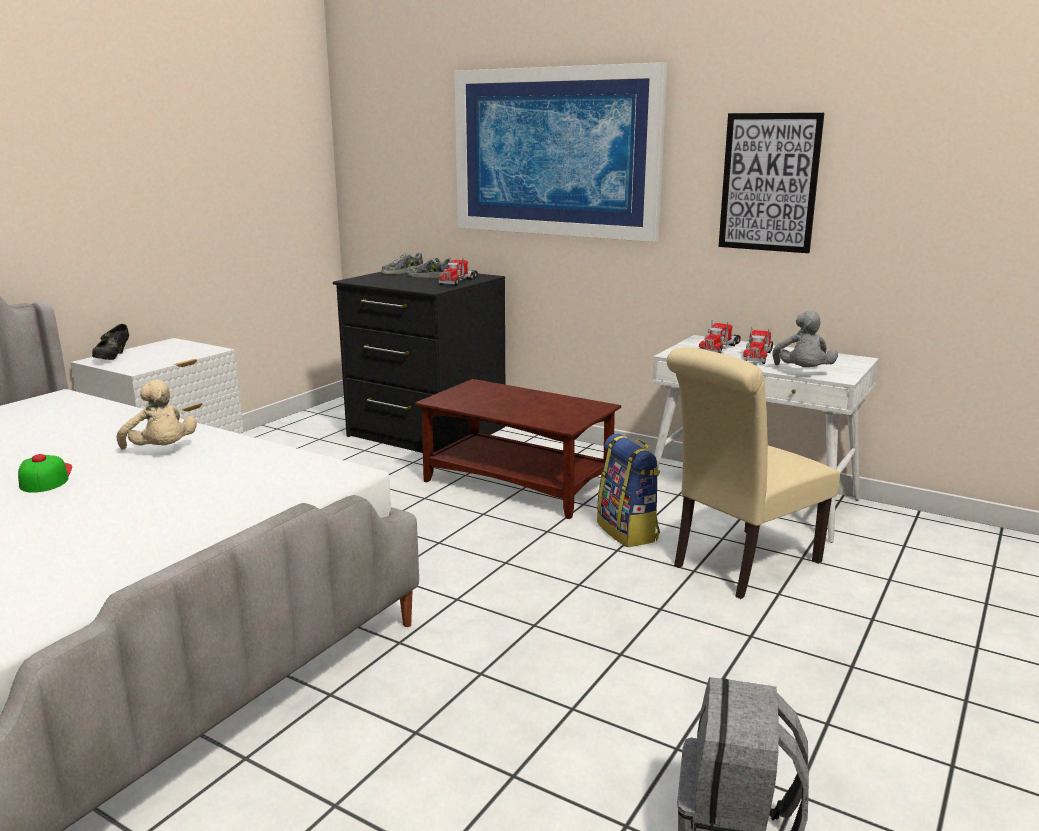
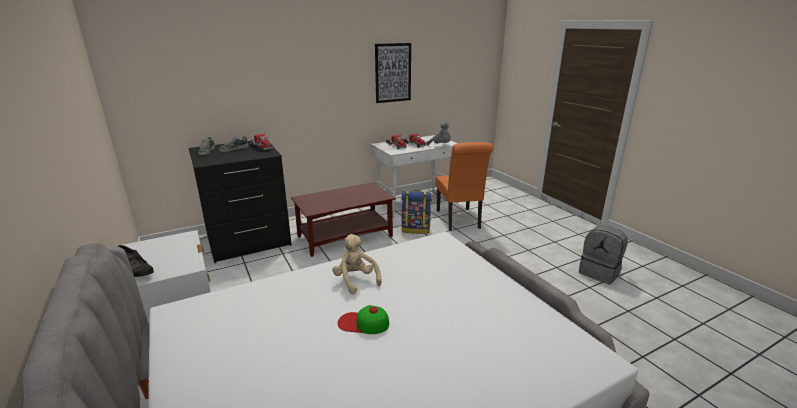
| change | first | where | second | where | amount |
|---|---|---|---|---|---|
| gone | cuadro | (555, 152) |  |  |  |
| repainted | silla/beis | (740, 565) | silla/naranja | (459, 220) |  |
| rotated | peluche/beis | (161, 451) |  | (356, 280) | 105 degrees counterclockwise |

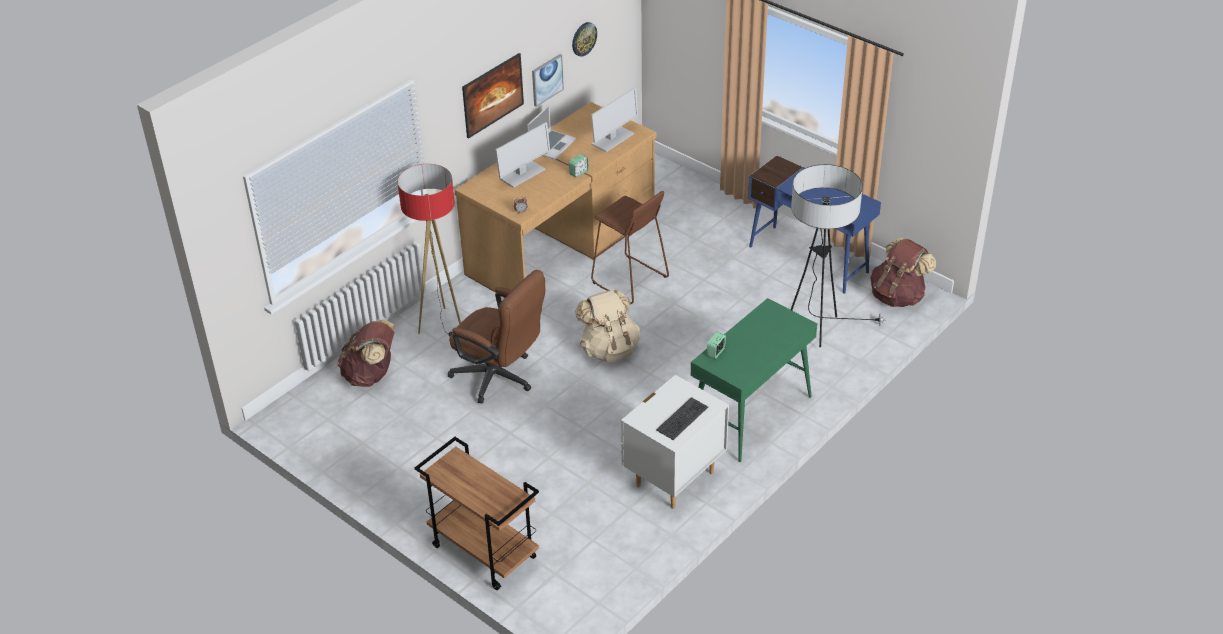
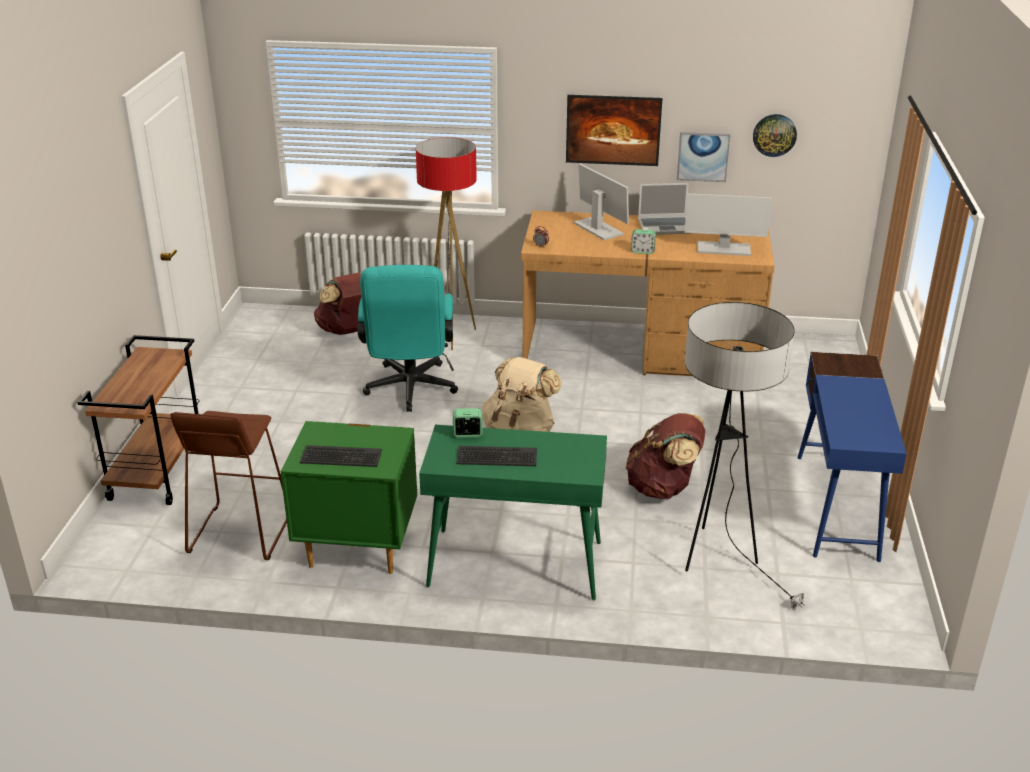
| change | first | where | second | where | amount |
|---|---|---|---|---|---|
| rotated | monitor | (522, 174) |  | (598, 229) | 135 degrees counterclockwise |
| shifted | taburete/marrón | (629, 280) |  | (239, 533) |  |
| shifted | mochila/marrón | (898, 296) |  | (663, 488) |  |
| repainted | silla de oficina/marrón | (500, 378) | silla de oficina/turquesa | (410, 391) |  |
| repainted | mesita de noche/blanco | (674, 479) | mesita de noche/verde | (357, 550) |  |
| new |  |  | teclado | (496, 457) |  |

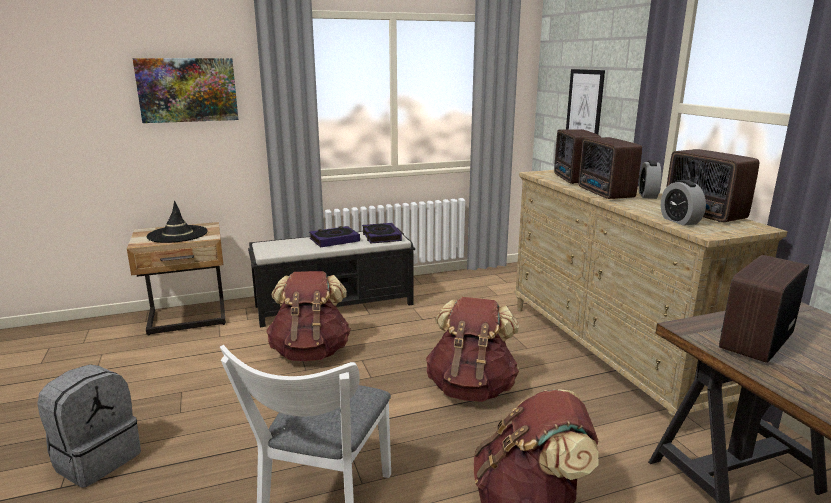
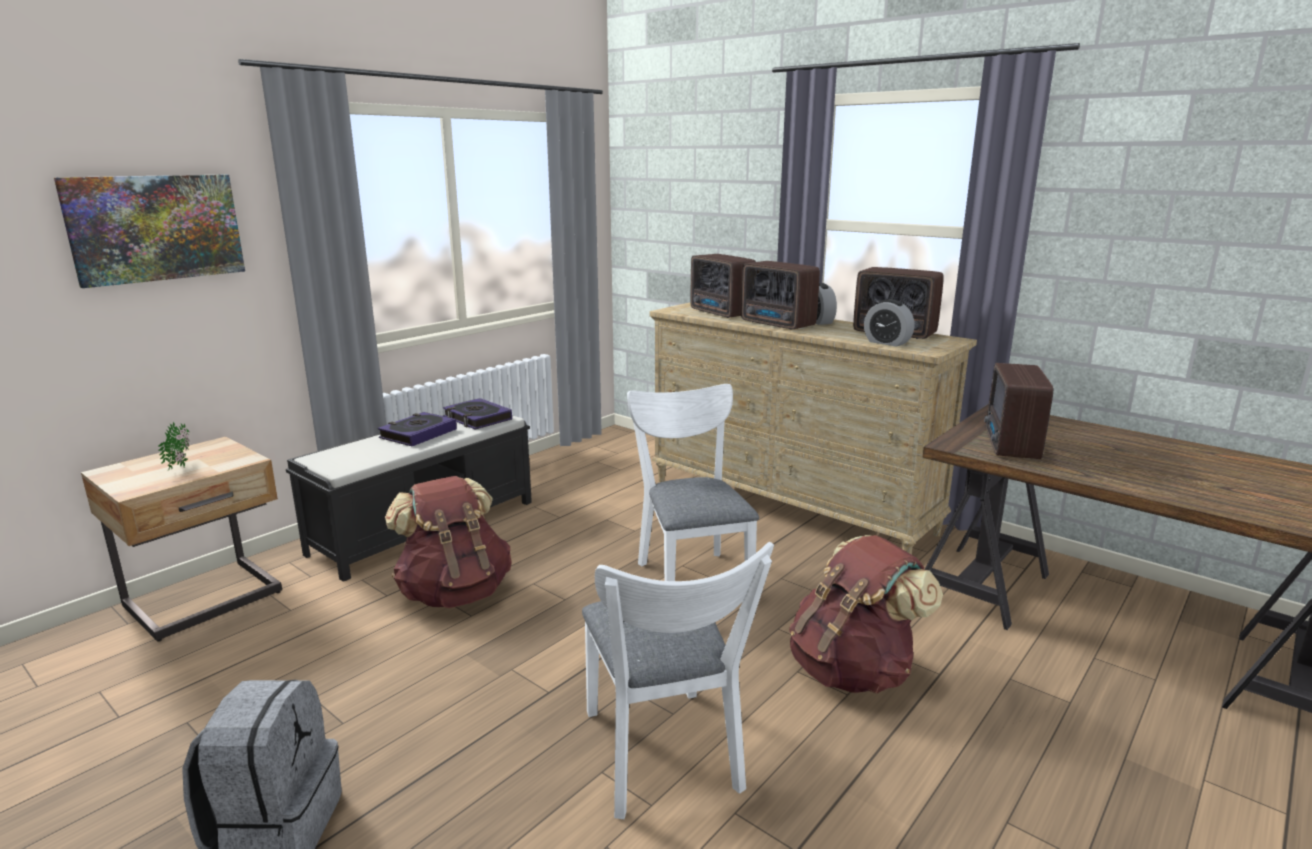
| change | first | where | second | where | amount |
|---|---|---|---|---|---|
| gone | cuadro | (584, 108) |  |  |  |
| swapped | sombrero/negro | (177, 234) | planta en maceta | (182, 465) |  |
| swapped | mochila/marrón | (471, 388) | silla/blanco | (691, 578) |  |

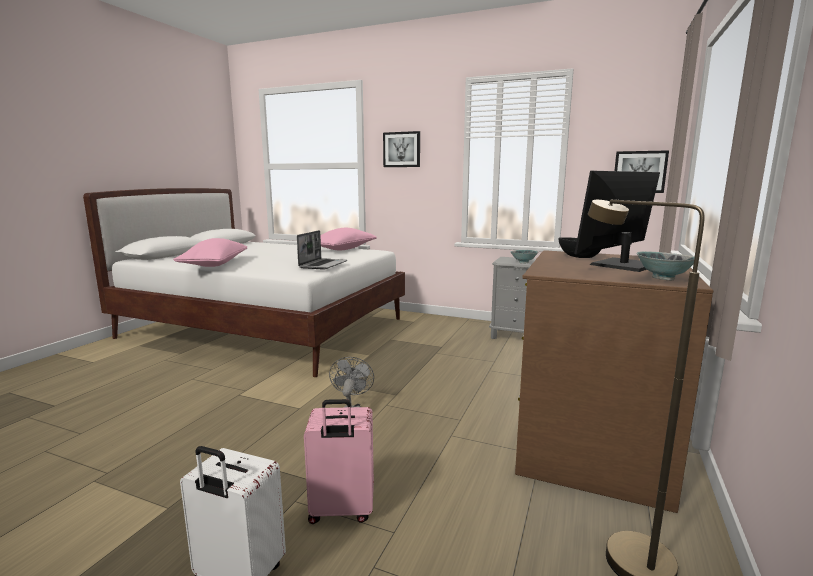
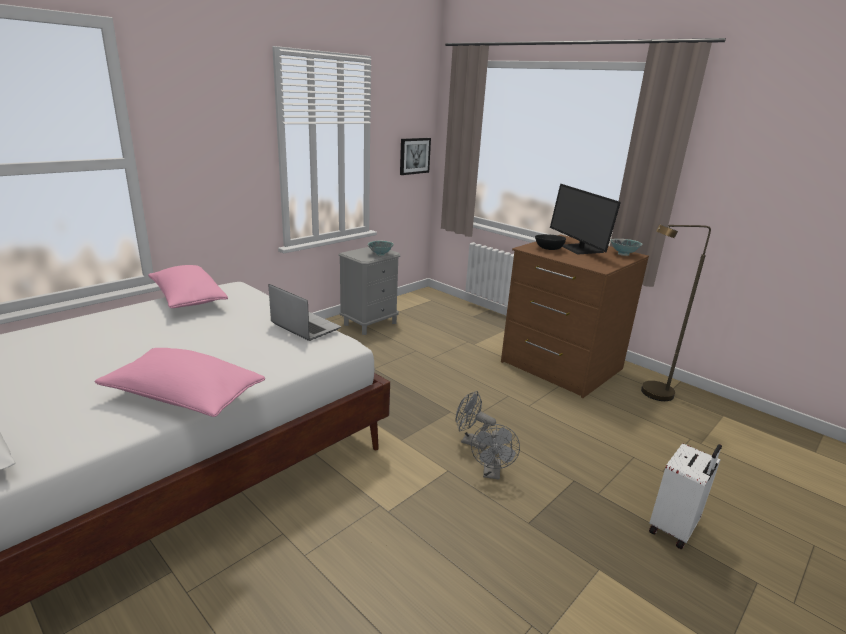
| change | first | where | second | where | amount |
|---|---|---|---|---|---|
| gone | cuadro | (402, 149) |  |  |  |
| gone | maleta/rosa | (341, 511) |  |  |  |
| new |  |  | ventilador/gris | (492, 473) |  |

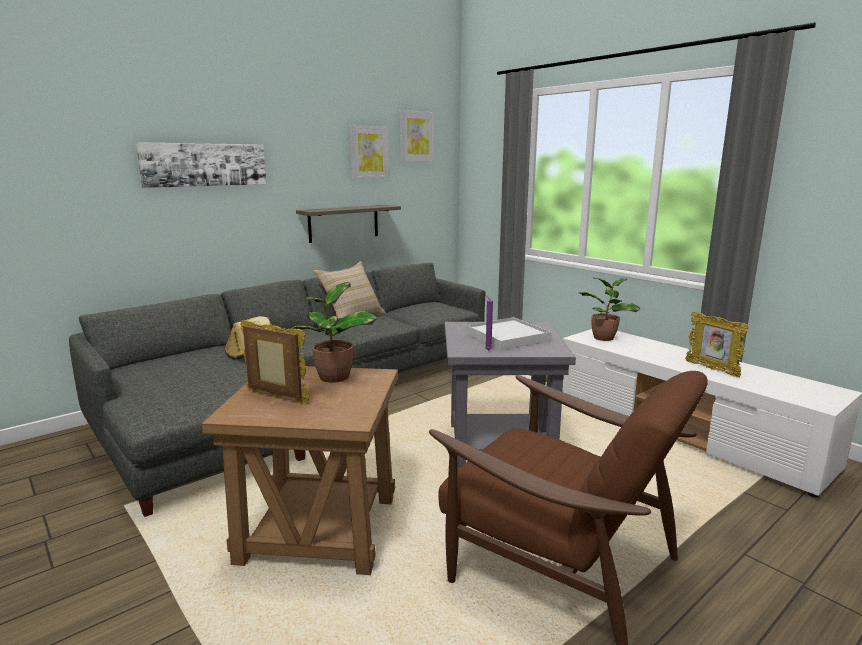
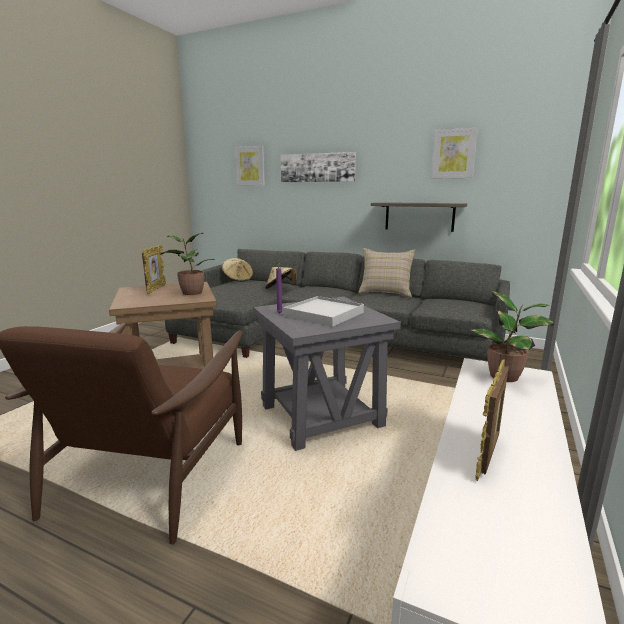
| change | first | where | second | where | amount |
|---|---|---|---|---|---|
| shifted | cuadro | (416, 136) |  | (250, 166) |  |
| new |  |  | sombrero/beis | (238, 279) |  |

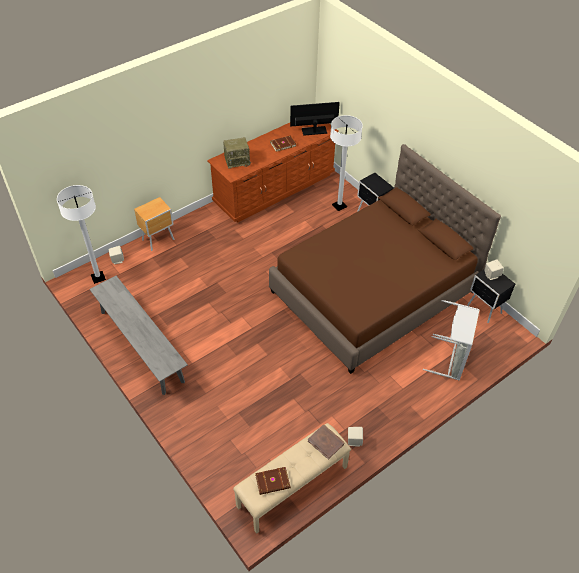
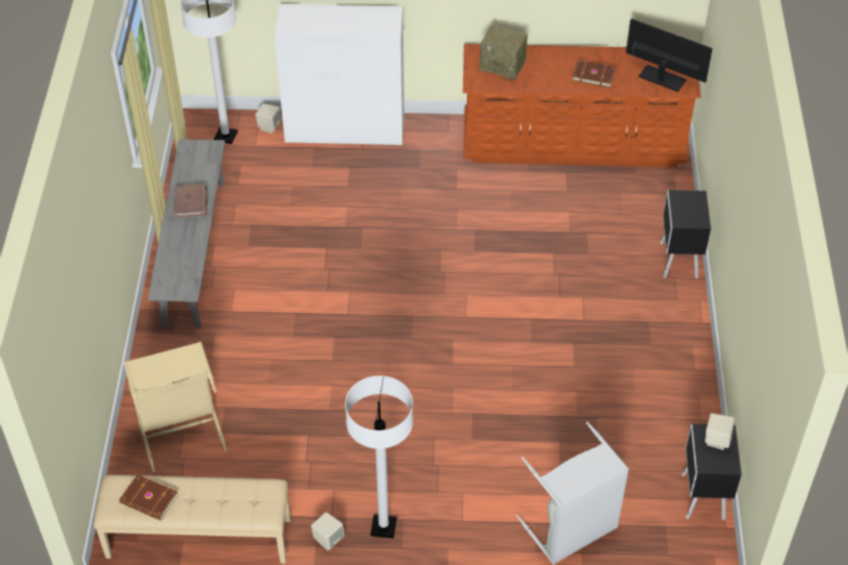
| change | first | where | second | where | amount |
|---|---|---|---|---|---|
| shifted | lámpara de pie/blanco | (339, 206) |  | (383, 527) |  |
| gone | cama/marrón | (373, 291) |  |  |  |
| swapped | mesita de noche/marrón | (159, 240) | cómoda/blanco | (345, 129) |  |
| shifted | libro/marrón | (326, 442) |  | (190, 202) |  |
| new |  |  | cesto de la ropa/beis | (180, 429) |  |

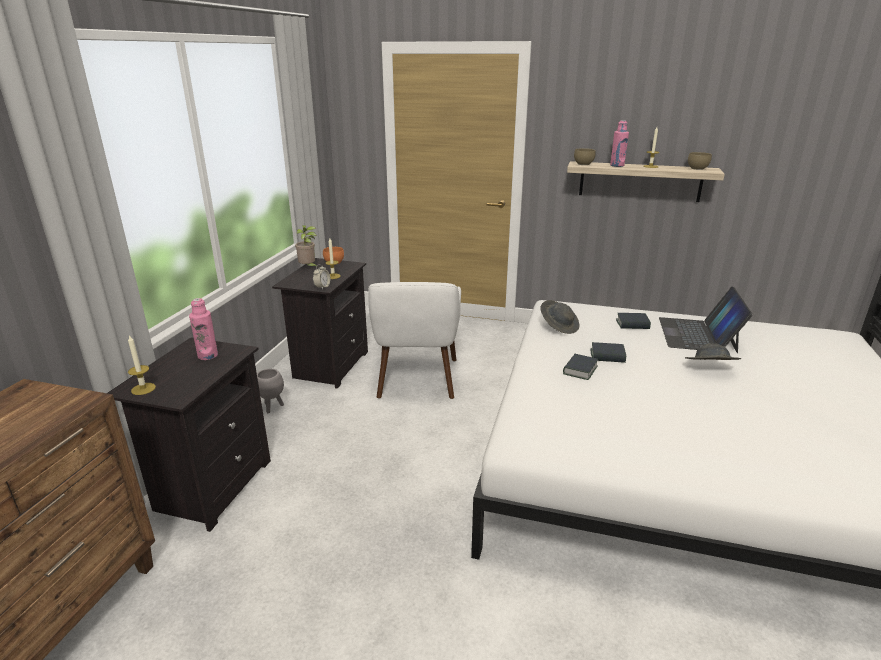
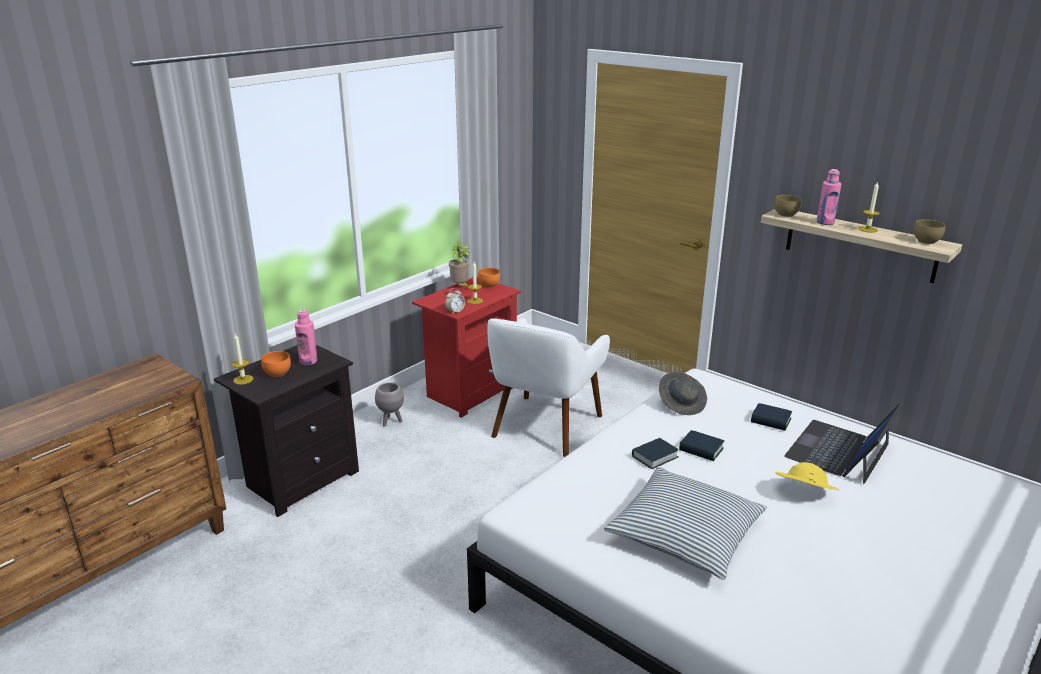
| change | first | where | second | where | amount |
|---|---|---|---|---|---|
| repainted | mesita de noche/negro | (330, 365) | mesita de noche/rojo | (470, 392) |  |
| repainted | sombrero/gris | (709, 369) | sombrero/amarillo | (803, 493) |  |
| new |  |  | cuenco/naranja | (279, 373) |  |
| new |  |  | cojín | (685, 533) |  |

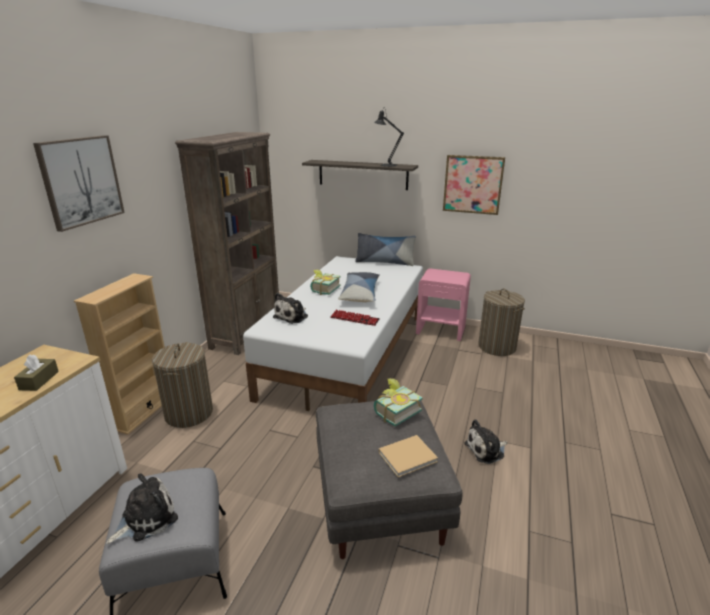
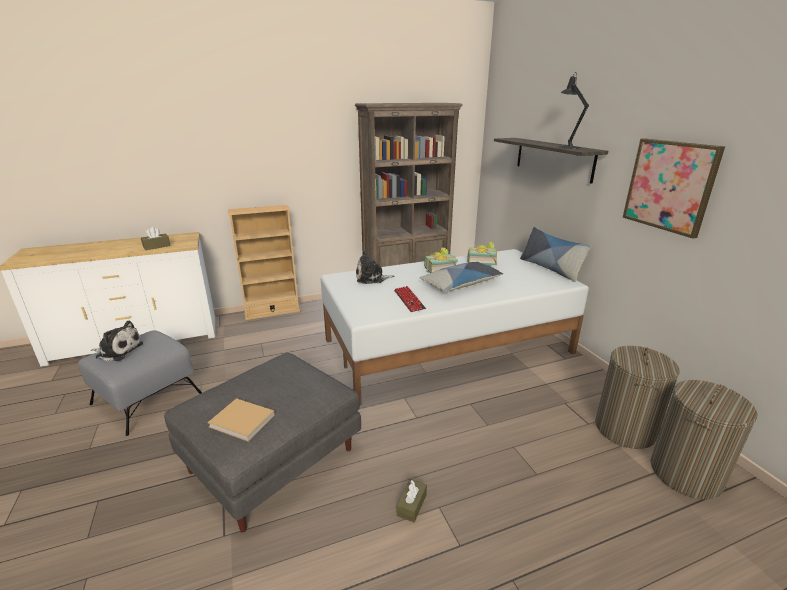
| change | first | where | second | where | amount |
|---|---|---|---|---|---|
| gone | cuadro | (81, 181) |  |  |  |
| gone | mesita de noche/rosa | (441, 330) |  |  |  |
| shifted | cesto de la ropa | (189, 413) |  | (685, 473) |  |
| shifted | libro | (394, 411) |  | (481, 261) |  |
| swapped | peluche | (486, 450) | caja de pañuelos/marrón | (411, 505) |  |

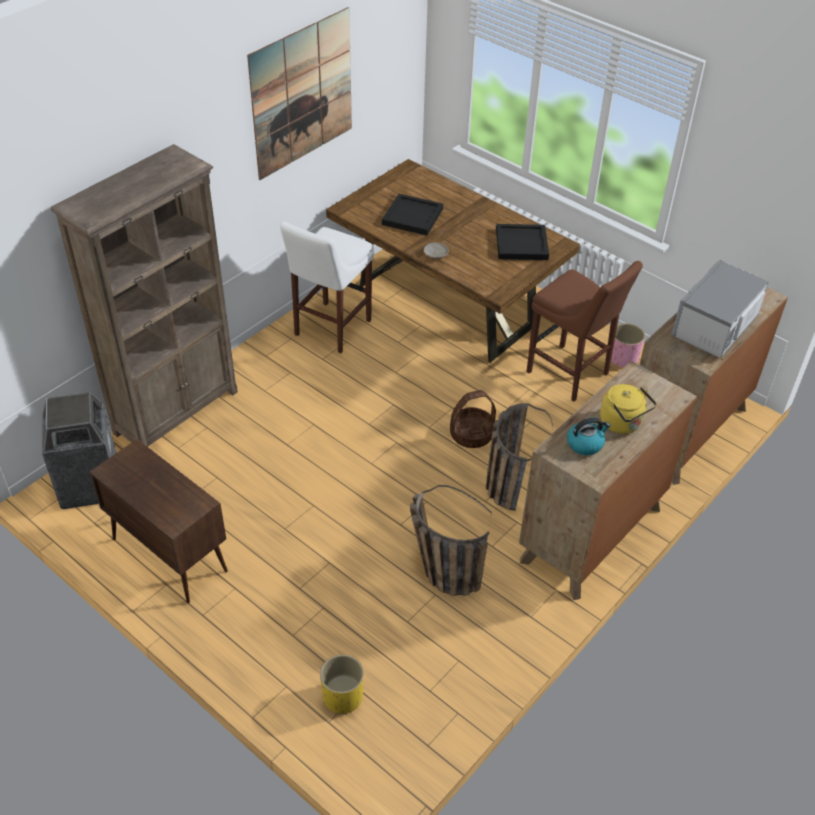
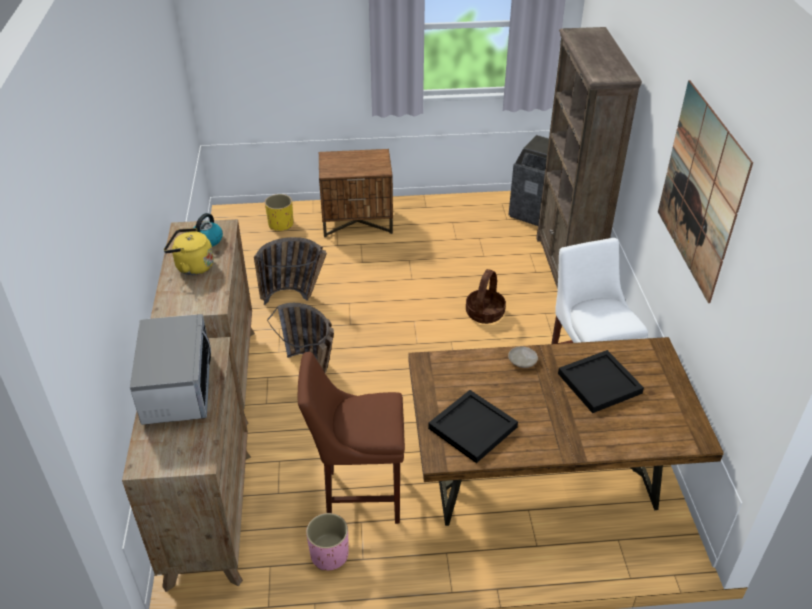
| change | first | where | second | where | amount |
|---|---|---|---|---|---|
| shifted | cesta | (471, 434) |  | (485, 313) |  |
| gone | armario/marrón | (168, 554) |  |  |  |
| new |  |  | mesita de noche/marrón | (358, 222) |  |

